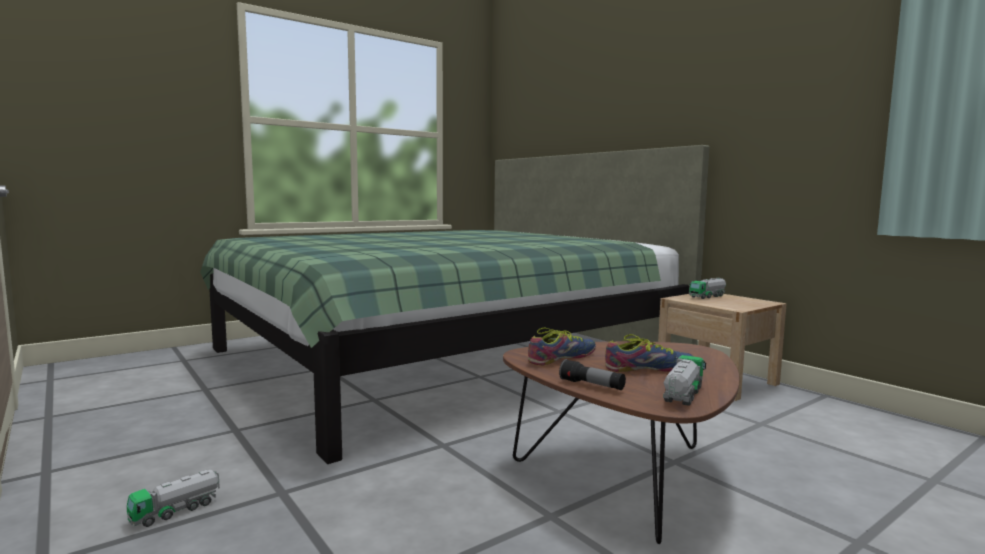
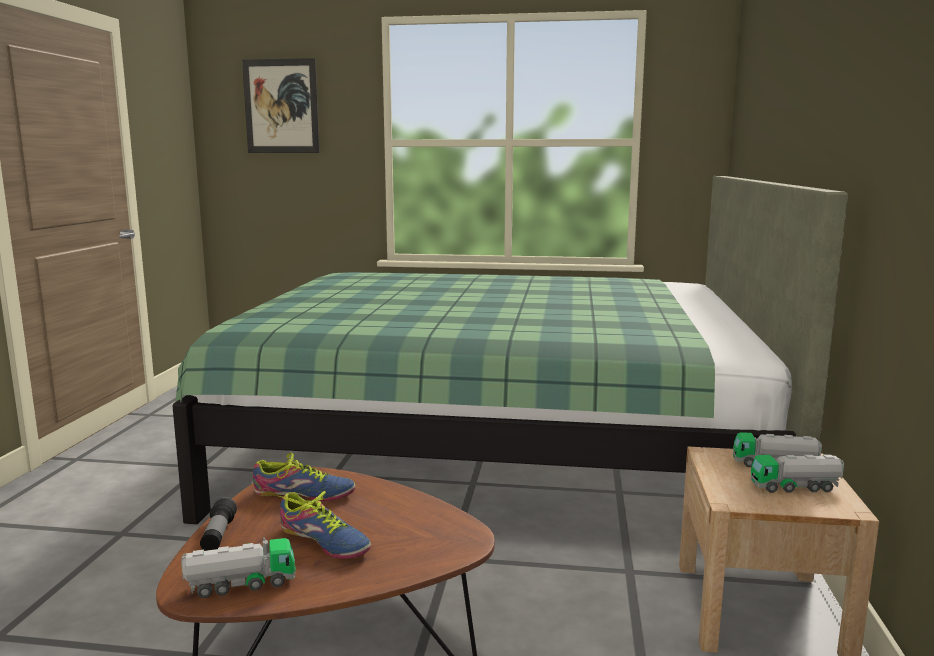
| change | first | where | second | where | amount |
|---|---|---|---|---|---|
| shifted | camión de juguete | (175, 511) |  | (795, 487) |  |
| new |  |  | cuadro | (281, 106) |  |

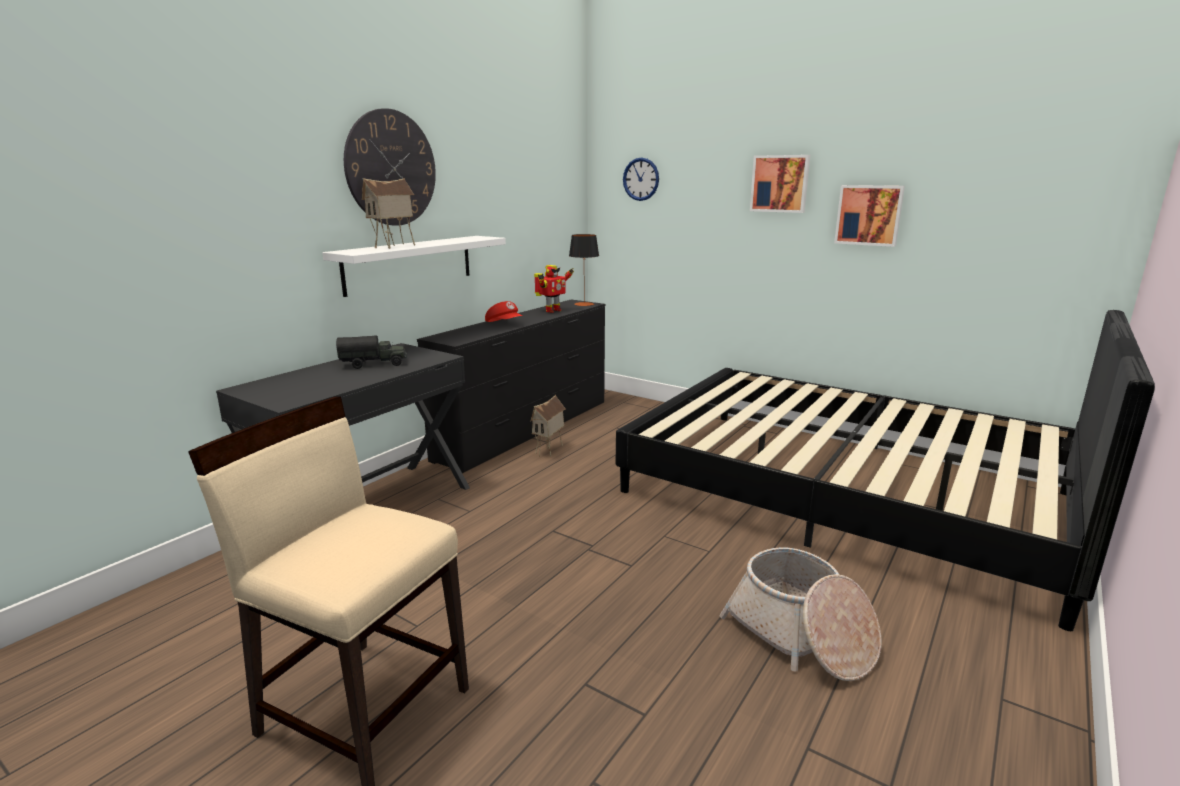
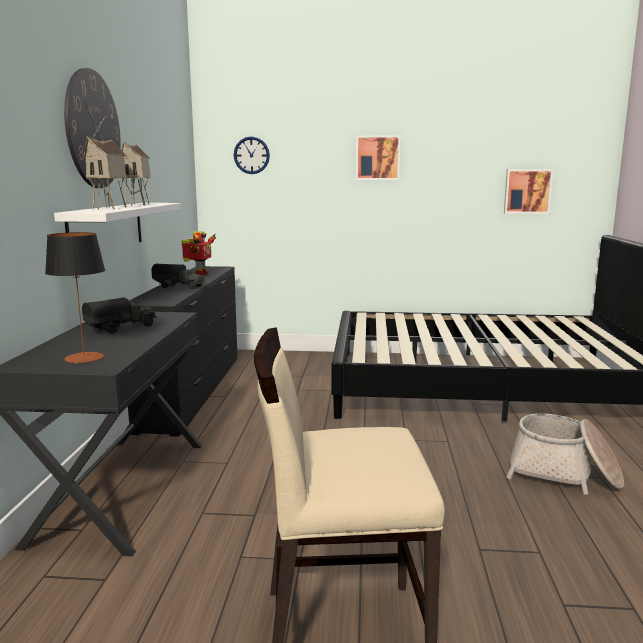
| change | first | where | second | where | amount |
|---|---|---|---|---|---|
| shifted | cuadro | (869, 215) |  | (527, 191) |  |
| shifted | lámpara de mesa | (584, 304) |  | (84, 357) |  |
| swapped | gorra/rojo | (504, 324) | camión de juguete | (179, 287) |  |
| shifted | casita | (550, 451) |  | (139, 204) |  |

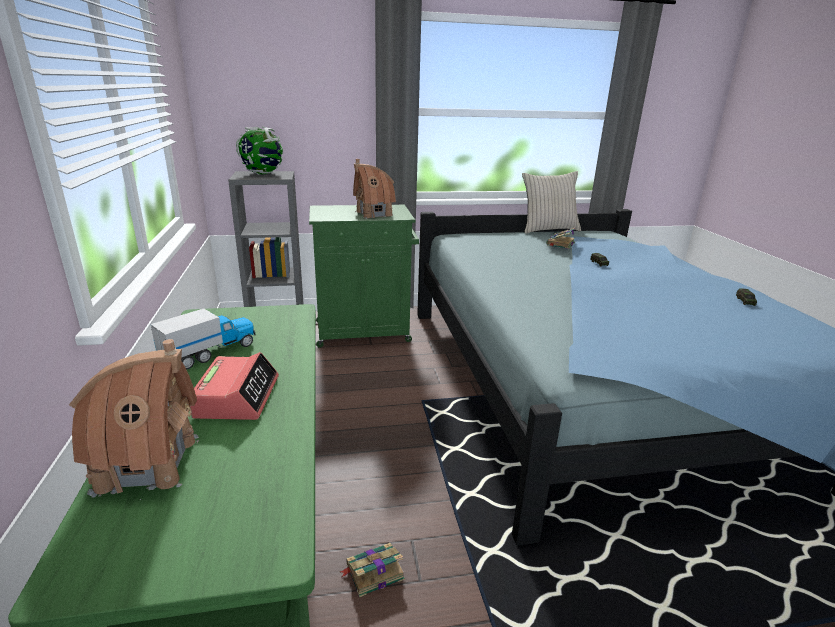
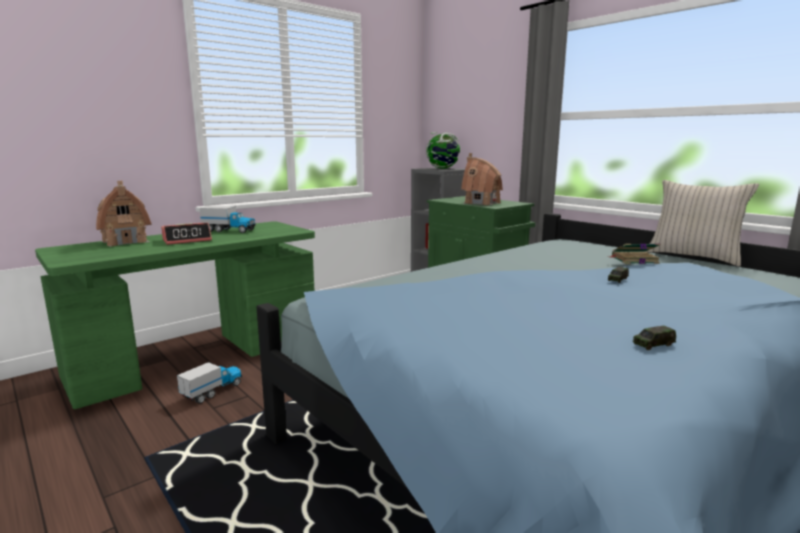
| change | first | where | second | where | amount |
|---|---|---|---|---|---|
| swapped | libro | (373, 572) | camión de juguete | (213, 391) |  |

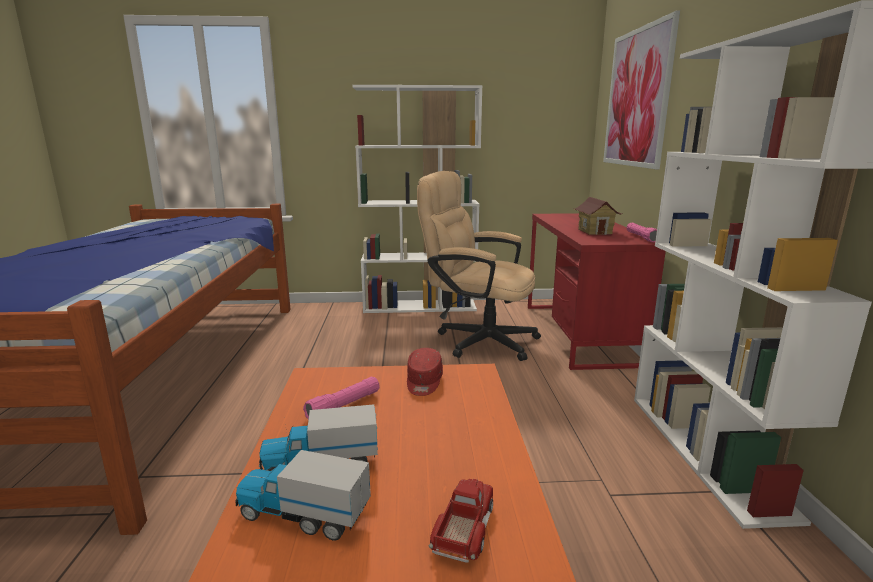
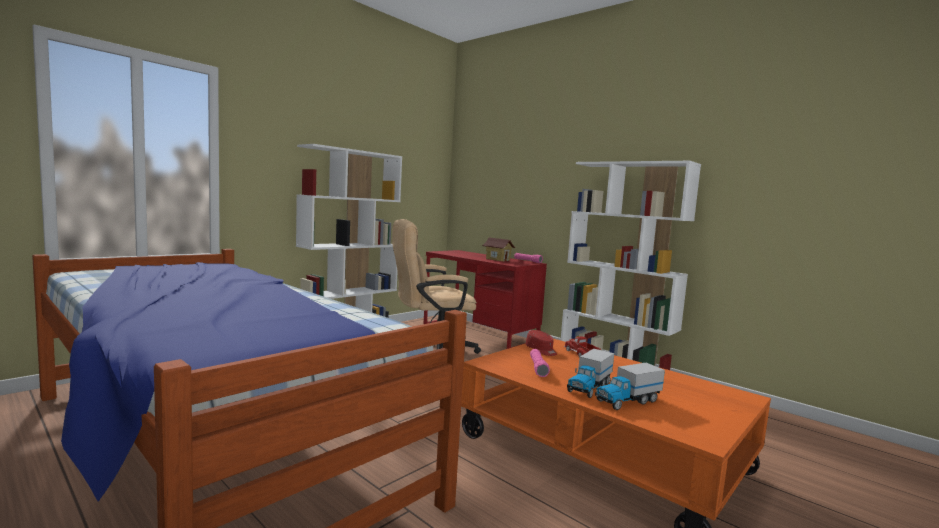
| change | first | where | second | where | amount |
|---|---|---|---|---|---|
| gone | cuadro | (637, 98) |  |  |  |
| shifted | camión de juguete | (464, 528) |  | (581, 354) |  |

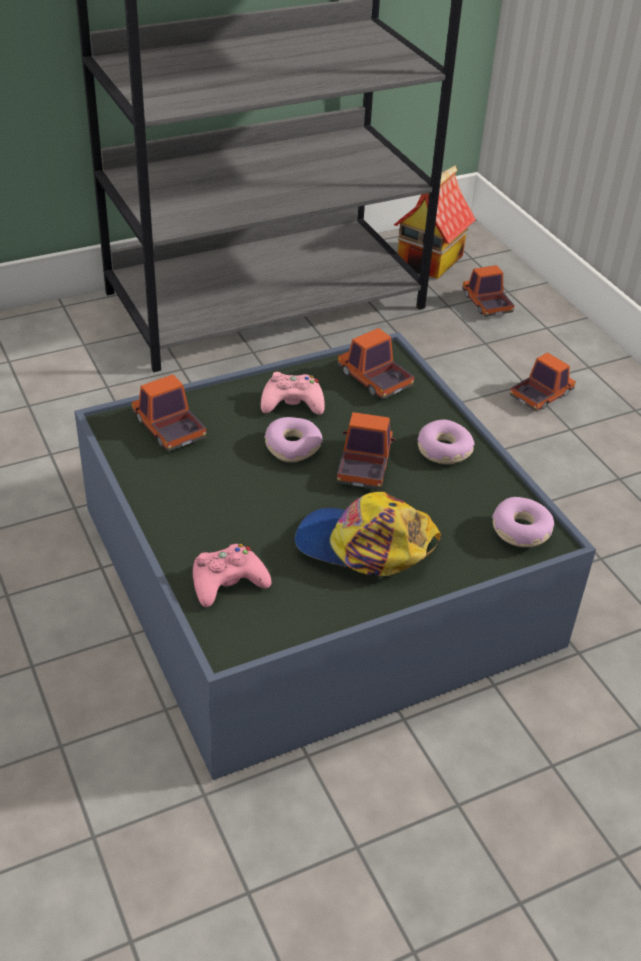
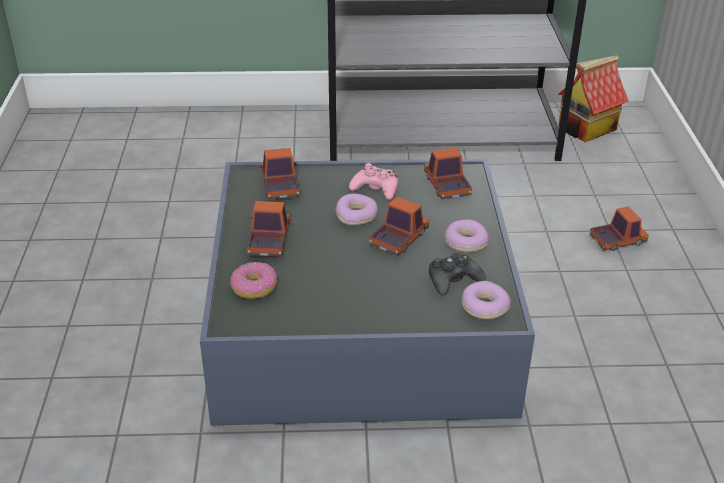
| change | first | where | second | where | amount |
|---|---|---|---|---|---|
| shifted | camión de juguete | (486, 304) |  | (269, 241) |  |
| gone | gorra | (364, 547) |  |  |  |
| swapped | mando de consola/rosa | (227, 582) | rosquilla | (254, 287) |  |
| new |  |  | mando de consola/negro | (453, 280) |  |

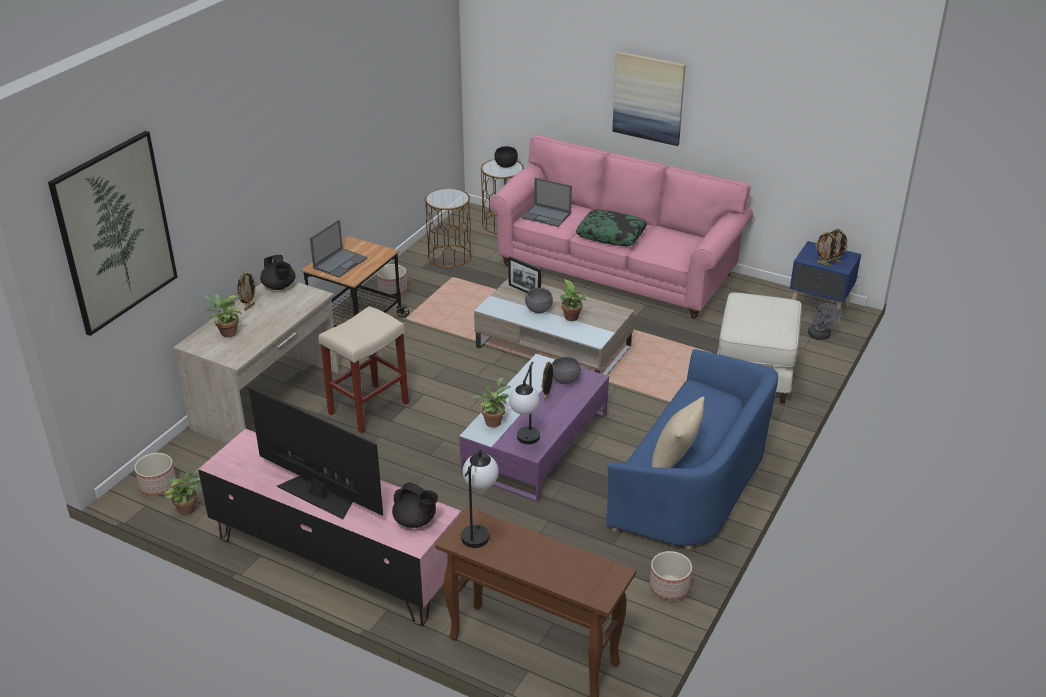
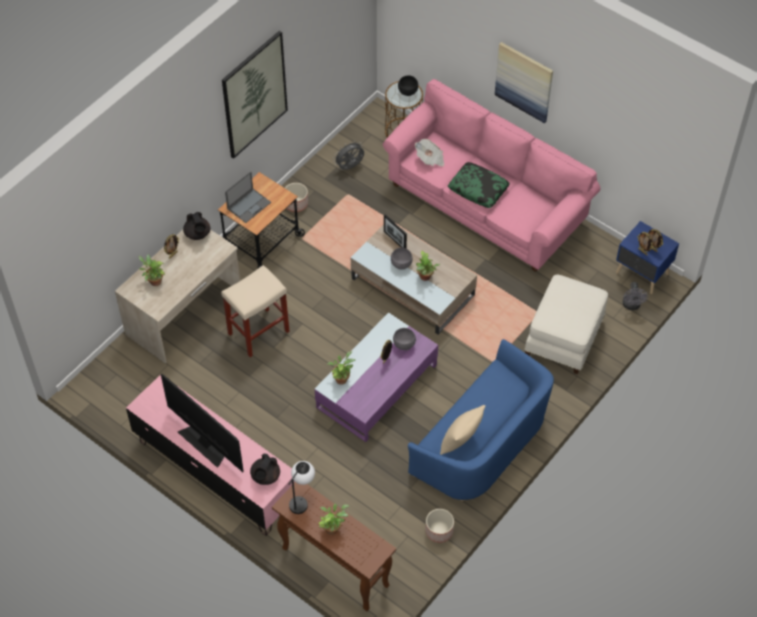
| change | first | where | second | where | amount |
|---|---|---|---|---|---|
| shifted | cuadro | (115, 232) |  | (254, 94) |  |
| swapped | portátil | (547, 216) | periódico | (430, 159) |  |
| swapped | mesa auxiliar/marrón | (449, 256) | ventilador/gris | (350, 167) |  |
| gone | lámpara de mesa | (526, 443) |  |  |  |
| gone | maceta | (157, 486) |  |  |  |
| shifted | planta en maceta | (188, 508) |  | (333, 527) |  |
| rotated | tetera/negro | (415, 521) |  | (265, 476) | 75 degrees clockwise |

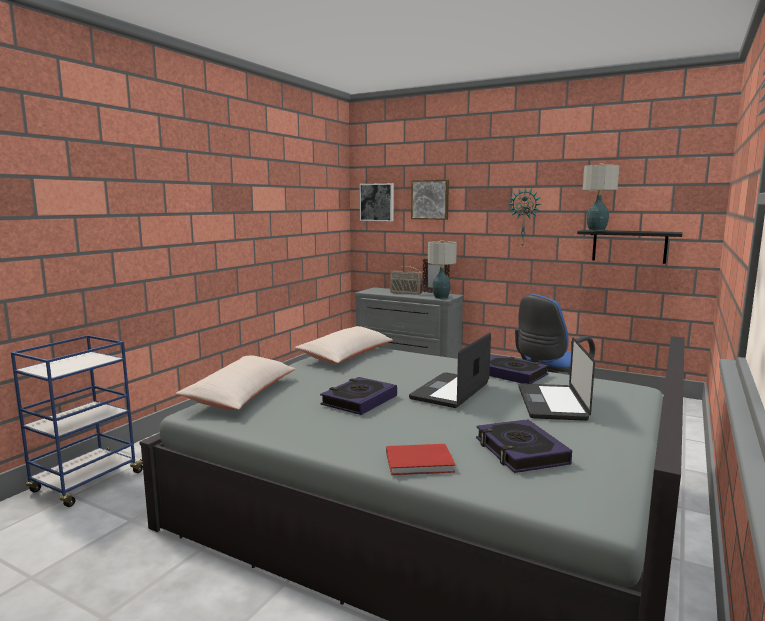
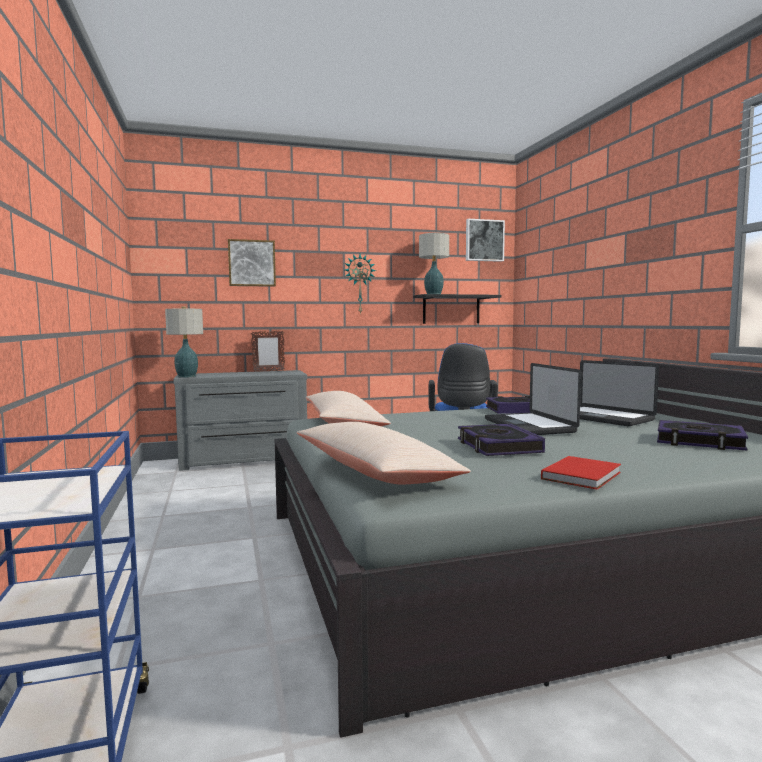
| change | first | where | second | where | amount |
|---|---|---|---|---|---|
| shifted | cuadro | (377, 202) |  | (484, 240) |  |
| shifted | lámpara de mesa | (441, 297) |  | (186, 376) |  |
| gone | radio | (405, 293) |  |  |  |
| shifted | libro/rojo | (421, 462) |  | (583, 475) |  |

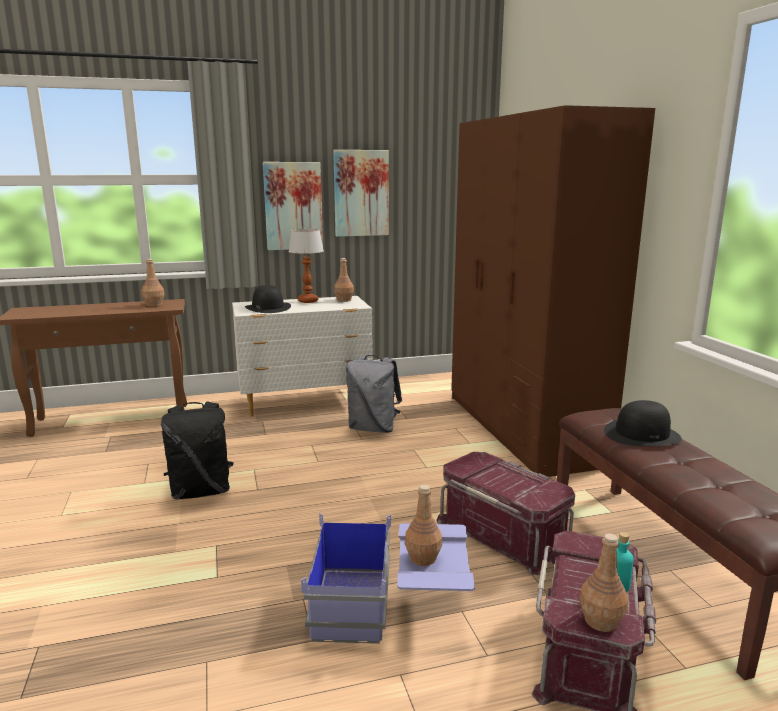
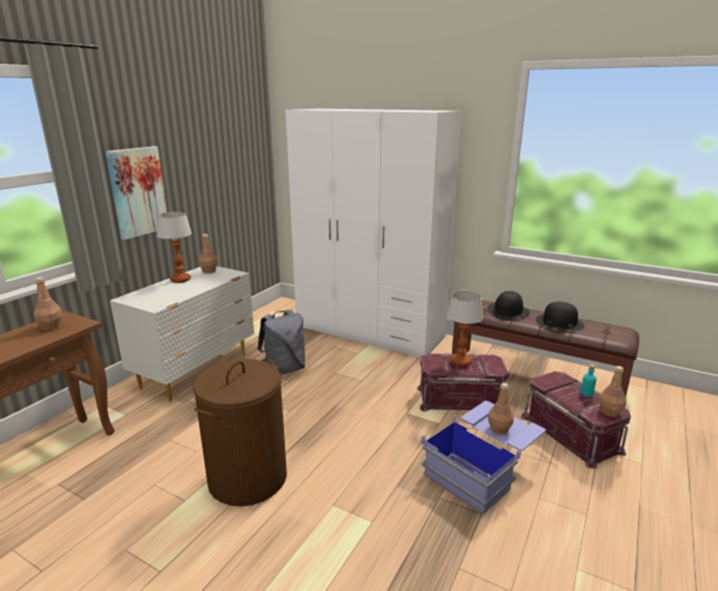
| change | first | where | second | where | amount |
|---|---|---|---|---|---|
| repainted | armario ropero/marrón | (522, 428) | armario ropero/blanco | (369, 331) |  |
| gone | cuadro | (361, 193) |  |  |  |
| shifted | sombrero/negro | (268, 308) |  | (559, 322) |  |
| swapped | mochila/negro | (201, 491) | cesto de la ropa/marrón | (247, 478) |  |
| new |  |  | lámpara de mesa | (460, 362) |  |

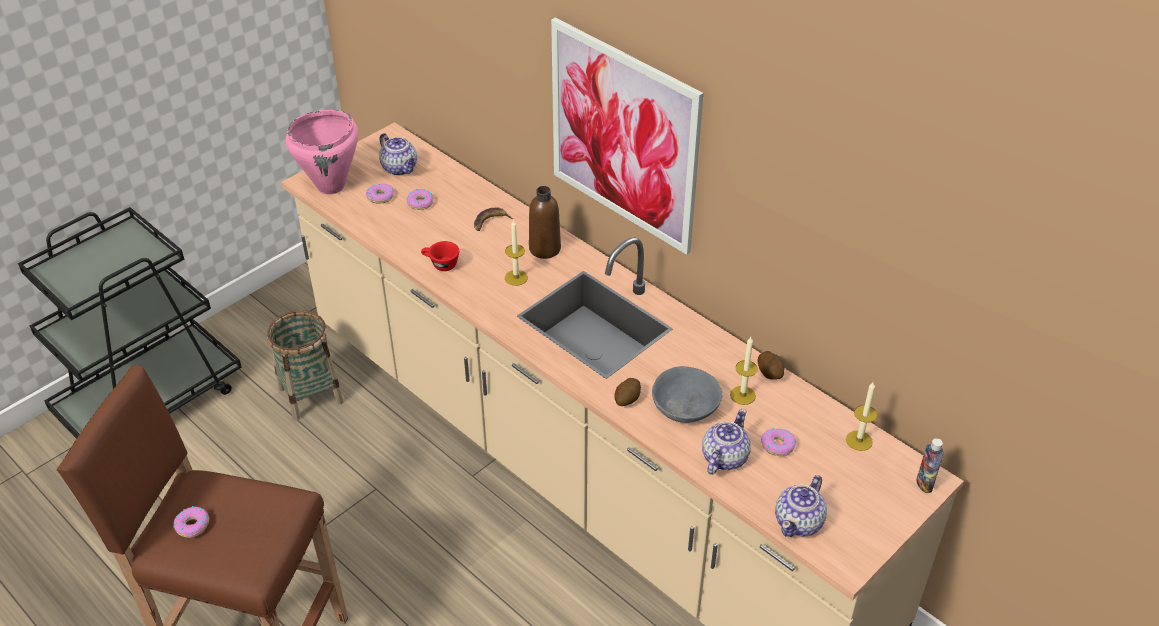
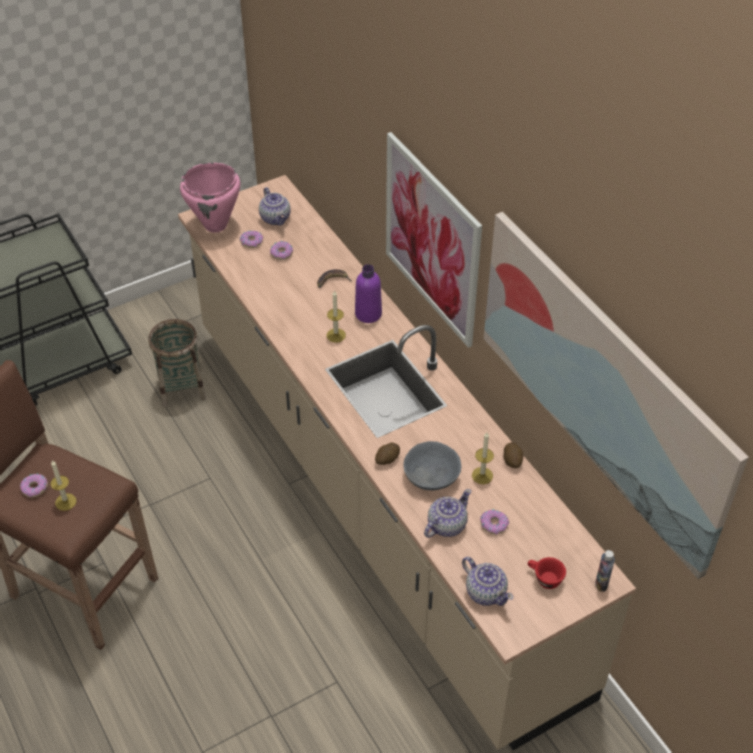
| change | first | where | second | where | amount |
|---|---|---|---|---|---|
| repainted | botella/marrón | (544, 249) | botella/morado | (368, 314) |  |
| shifted | taza/rojo | (440, 264) |  | (544, 578) |  |
| shifted | vela | (859, 440) |  | (65, 502) |  |
| rotated | tetera | (799, 522) |  | (485, 592) | 90 degrees counterclockwise |
| new |  |  | cuadro | (601, 387) |  |

